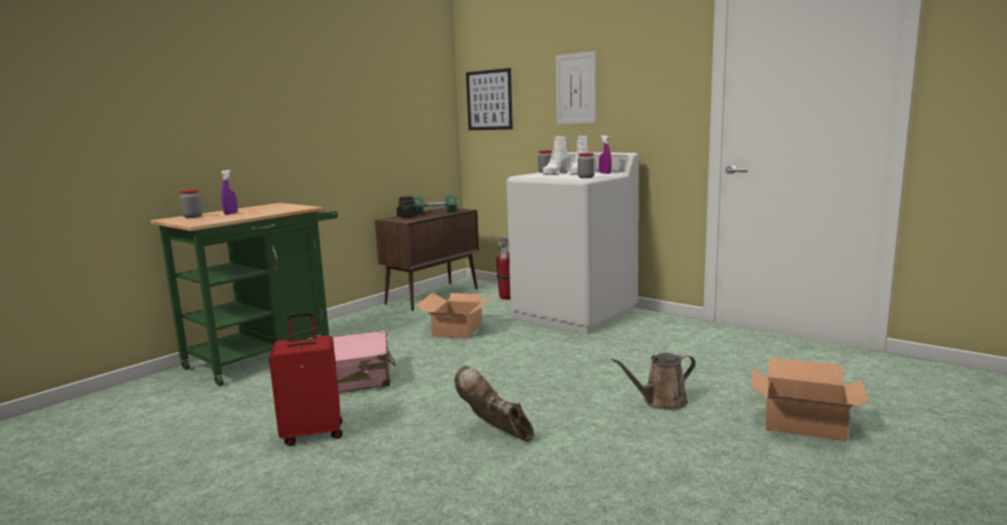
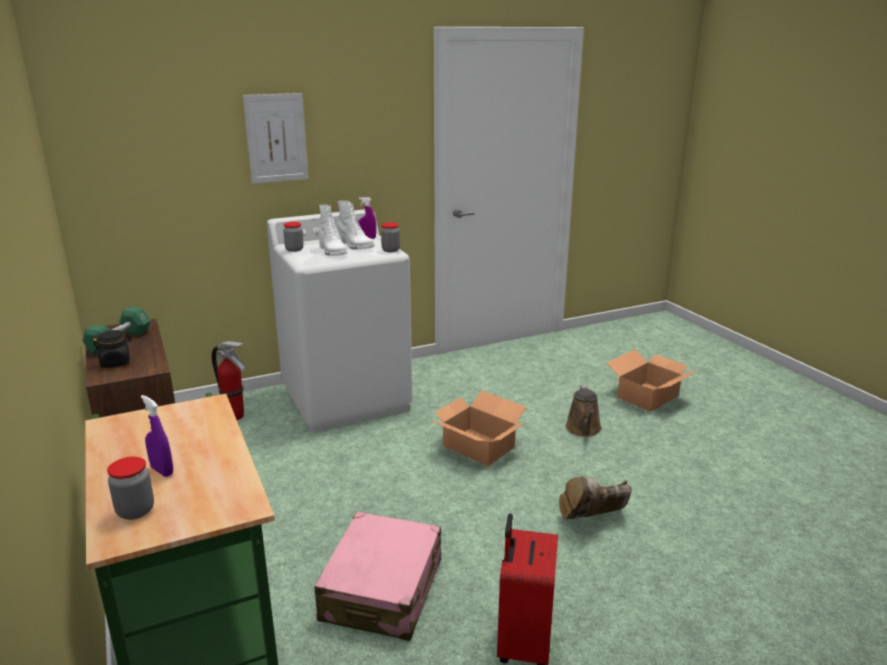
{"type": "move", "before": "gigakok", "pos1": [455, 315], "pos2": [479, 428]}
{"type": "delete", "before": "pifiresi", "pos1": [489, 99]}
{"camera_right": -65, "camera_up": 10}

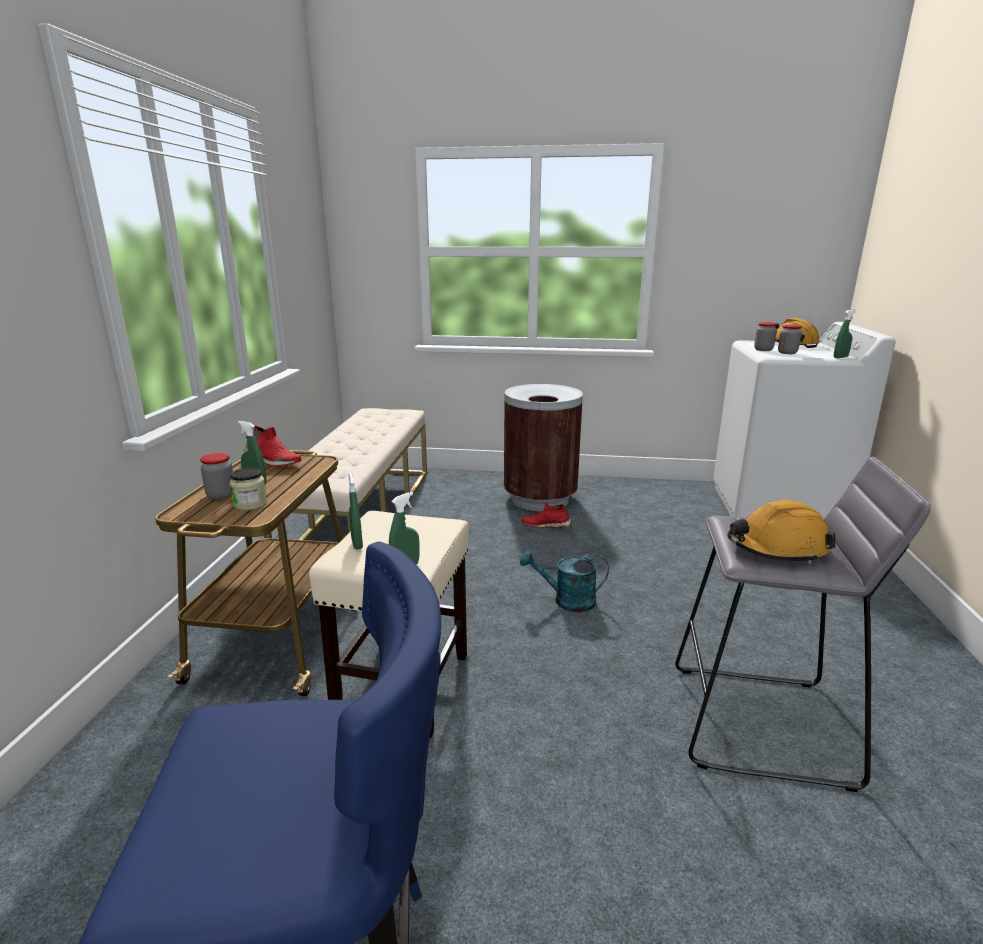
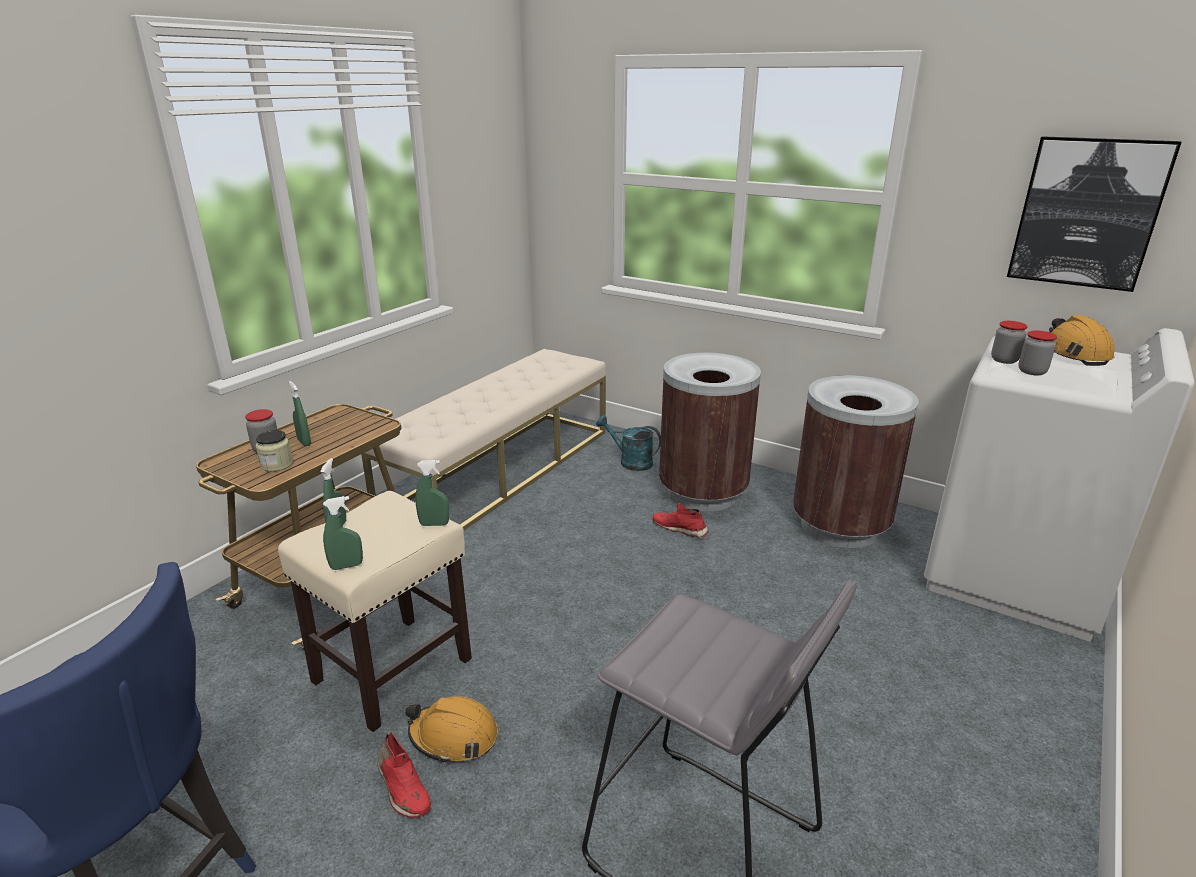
{"type": "move", "before": "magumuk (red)", "pos1": [273, 446], "pos2": [404, 774]}
{"type": "move", "before": "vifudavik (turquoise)", "pos1": [564, 581], "pos2": [628, 443]}
{"type": "move", "before": "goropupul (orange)", "pos1": [781, 532], "pos2": [451, 730]}
{"type": "move", "before": "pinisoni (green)", "pos1": [845, 333], "pos2": [432, 493]}
{"type": "insert", "after": "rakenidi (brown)", "pos2": [856, 461]}
{"type": "insert", "after": "pifiresi", "pos2": [1094, 214]}
{"camera_right": 25, "camera_up": 5}

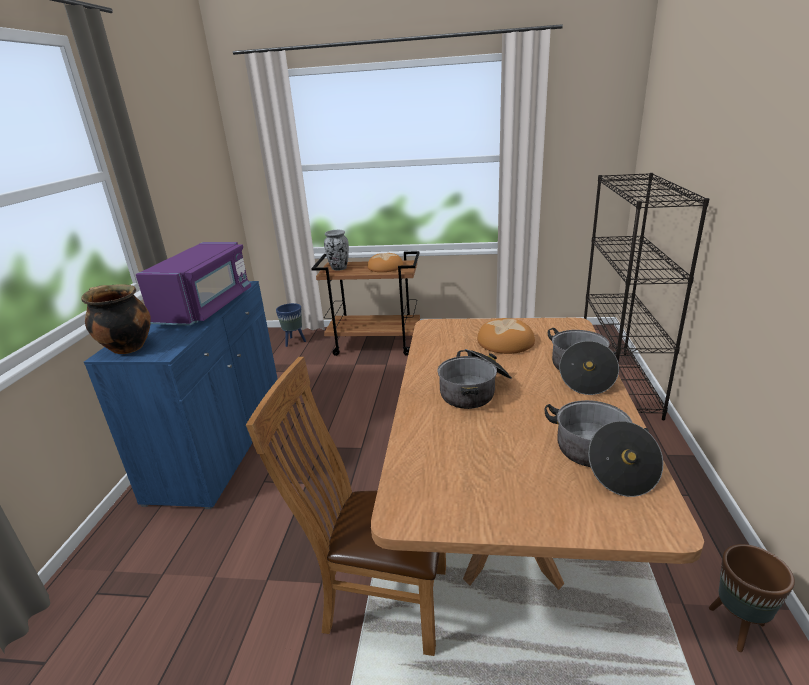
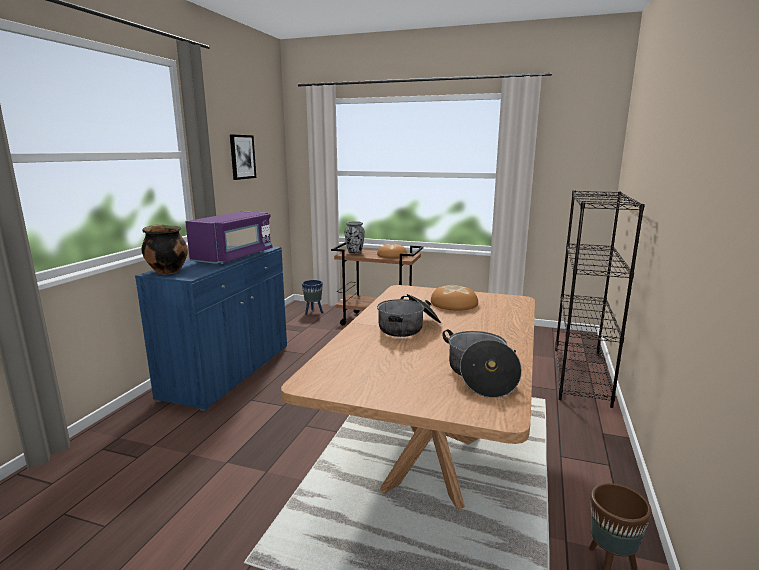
{"type": "delete", "before": "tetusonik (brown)", "pos1": [346, 506]}
{"type": "delete", "before": "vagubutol", "pos1": [583, 361]}
{"type": "insert", "after": "pifiresi", "pos2": [243, 157]}
{"camera_right": 10, "camera_up": -10}

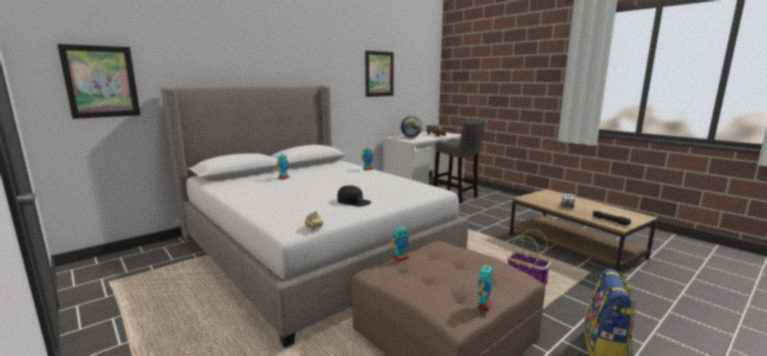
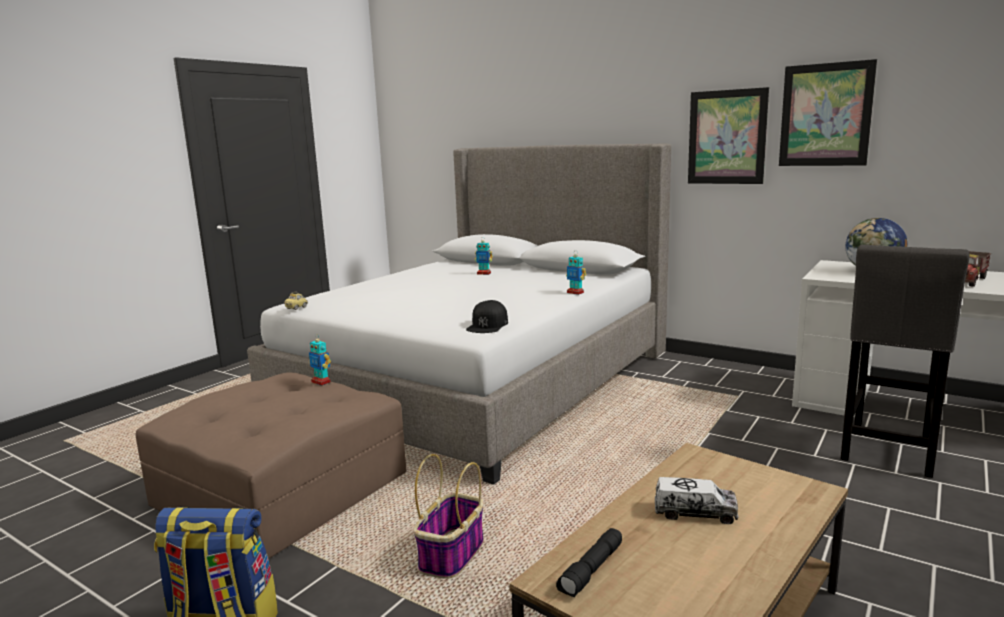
{"type": "move", "before": "pifiresi", "pos1": [98, 81], "pos2": [728, 135]}
{"type": "move", "before": "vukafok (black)", "pos1": [354, 196], "pos2": [487, 316]}
{"type": "delete", "before": "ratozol", "pos1": [485, 287]}
{"camera_right": 75, "camera_up": 0}

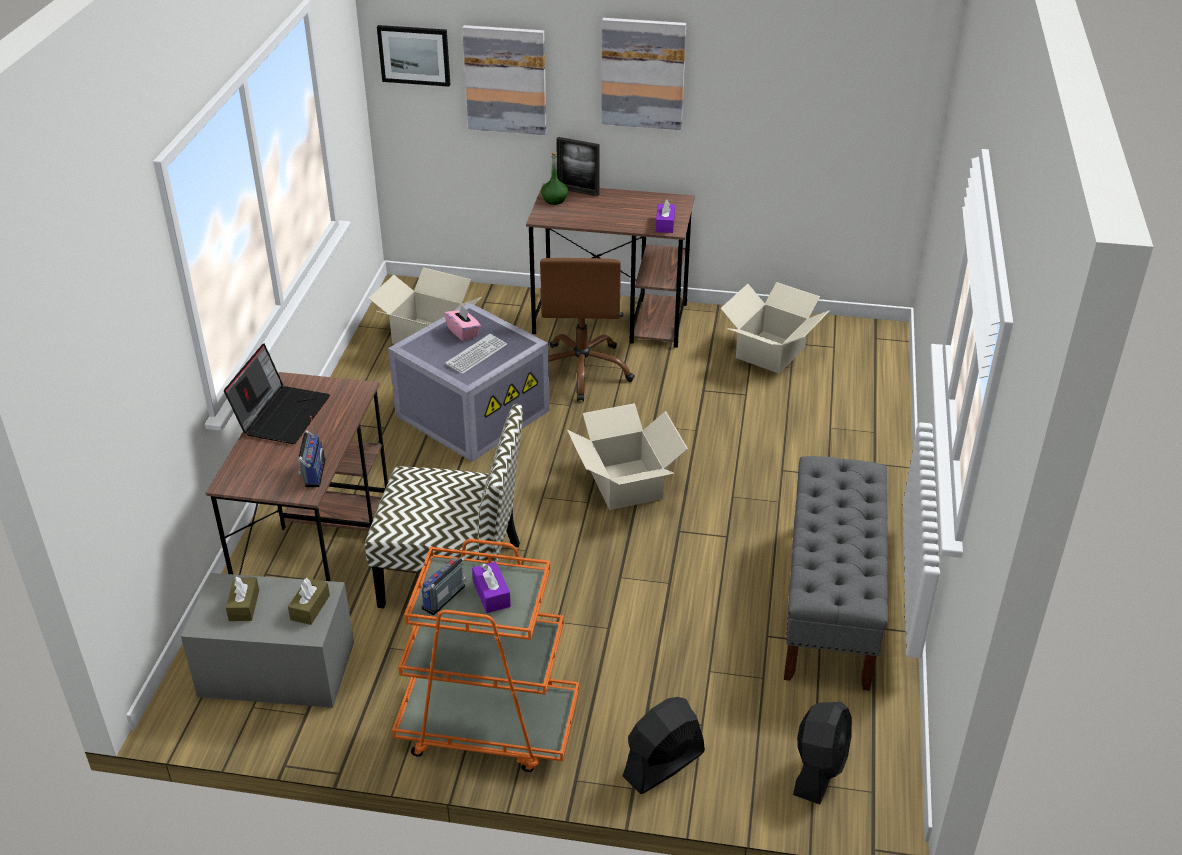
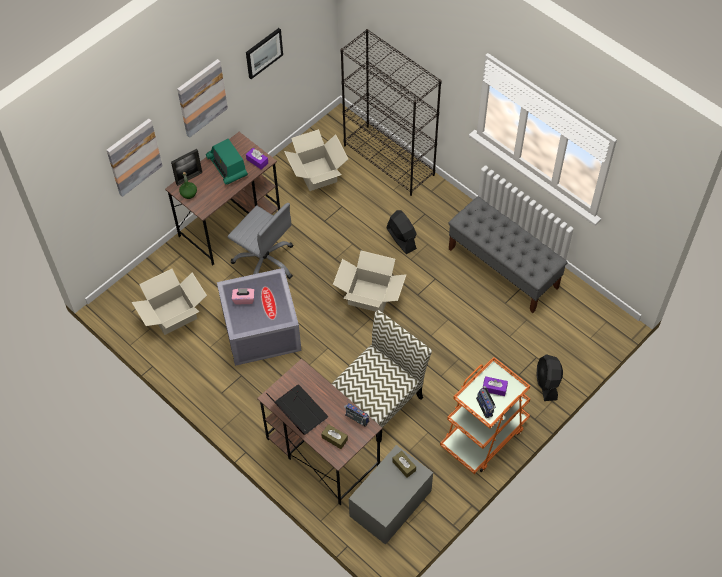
{"type": "move", "before": "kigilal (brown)", "pos1": [242, 599], "pos2": [334, 436]}
{"type": "move", "before": "pifiresi", "pos1": [414, 56], "pos2": [264, 53]}
{"type": "delete", "before": "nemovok", "pos1": [476, 354]}
{"type": "recolor", "before": "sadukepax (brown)", "after": "sadukepax (grey)", "pos1": [587, 330], "pos2": [260, 241]}
{"type": "move", "before": "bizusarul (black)", "pos1": [822, 753], "pos2": [402, 232]}
{"type": "insert", "after": "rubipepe", "pos2": [227, 162]}
{"type": "insert", "after": "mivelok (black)", "pos2": [391, 112]}
{"camera_right": -55, "camera_up": 20}

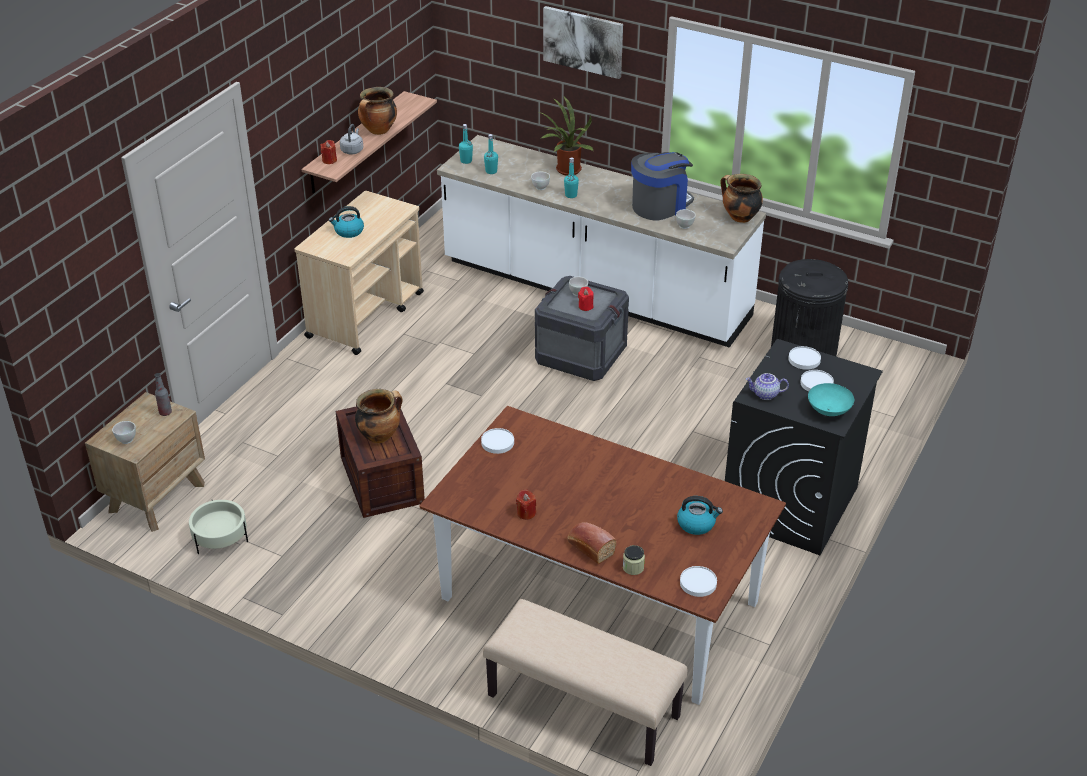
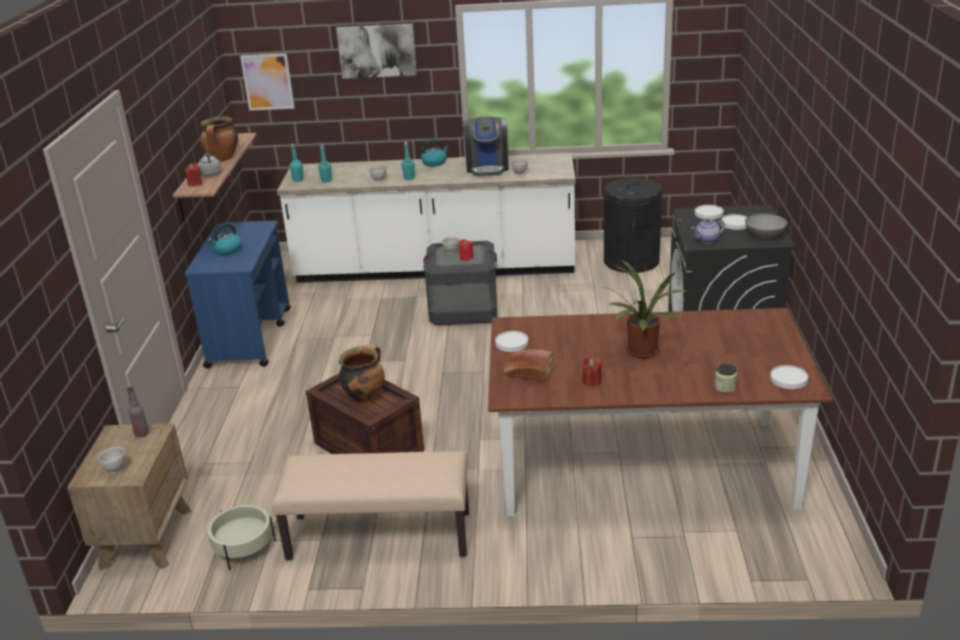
{"type": "recolor", "before": "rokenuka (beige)", "after": "rokenuka (blue)", "pos1": [359, 273], "pos2": [238, 294]}
{"type": "move", "before": "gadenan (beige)", "pos1": [585, 682], "pos2": [370, 505]}
{"type": "move", "before": "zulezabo", "pos1": [565, 136], "pos2": [646, 309]}
{"type": "move", "before": "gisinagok", "pos1": [592, 543], "pos2": [529, 365]}
{"type": "rotate", "before": "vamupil", "pos1": [662, 186], "pos2": [485, 146], "turn": 150}
{"type": "move", "before": "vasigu", "pos1": [700, 515], "pos2": [435, 153]}
{"type": "delete", "before": "vagubutol", "pos1": [741, 198]}
{"type": "recolor", "before": "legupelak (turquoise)", "after": "legupelak (grey)", "pos1": [831, 399], "pos2": [766, 226]}
{"type": "insert", "after": "pifiresi", "pos2": [267, 82]}
{"camera_right": -25, "camera_up": -10}

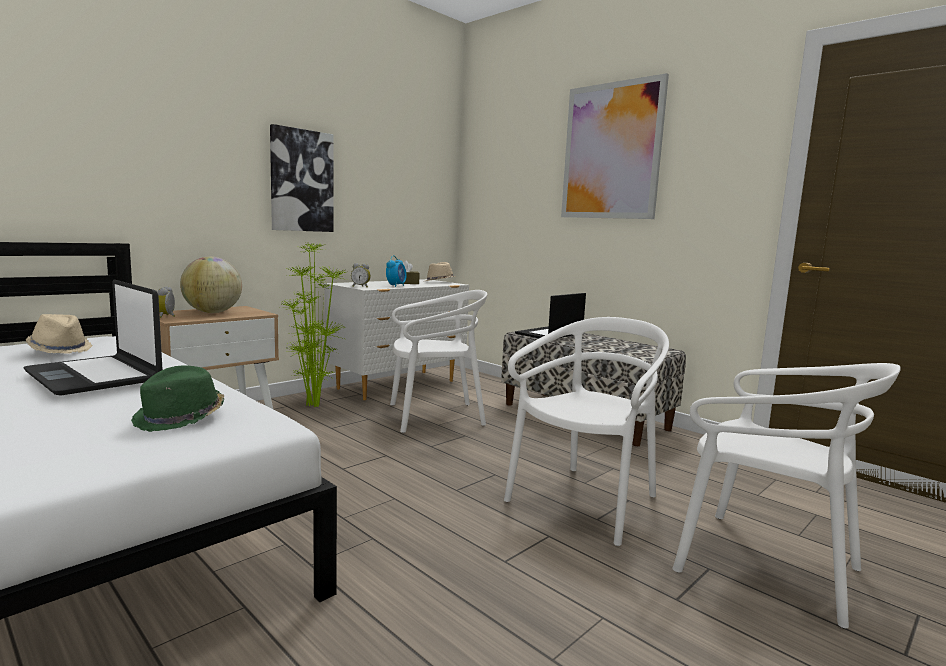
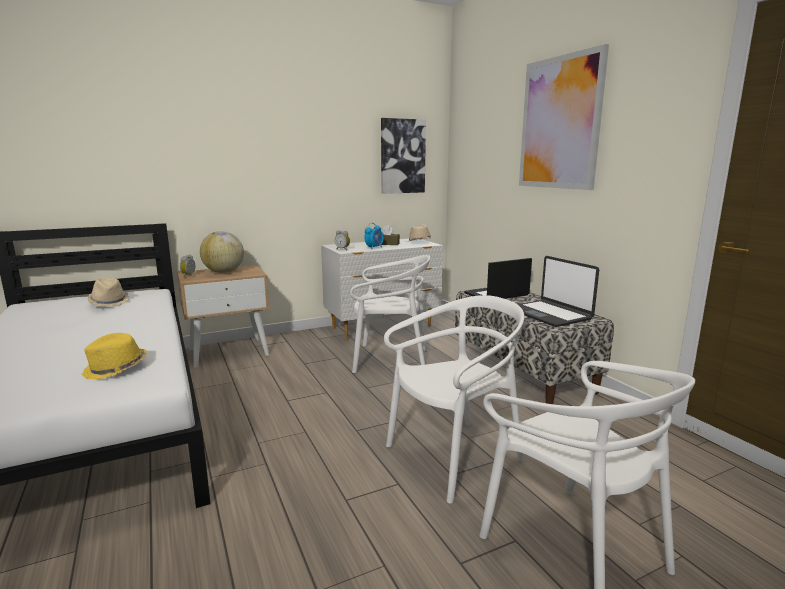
{"type": "move", "before": "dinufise", "pos1": [93, 337], "pos2": [558, 291]}
{"type": "recolor", "before": "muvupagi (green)", "after": "muvupagi (yellow)", "pos1": [177, 398], "pos2": [114, 356]}
{"type": "move", "before": "pifiresi", "pos1": [302, 178], "pos2": [403, 156]}
{"type": "delete", "before": "zulezabo", "pos1": [313, 325]}
{"camera_right": 20, "camera_up": 5}

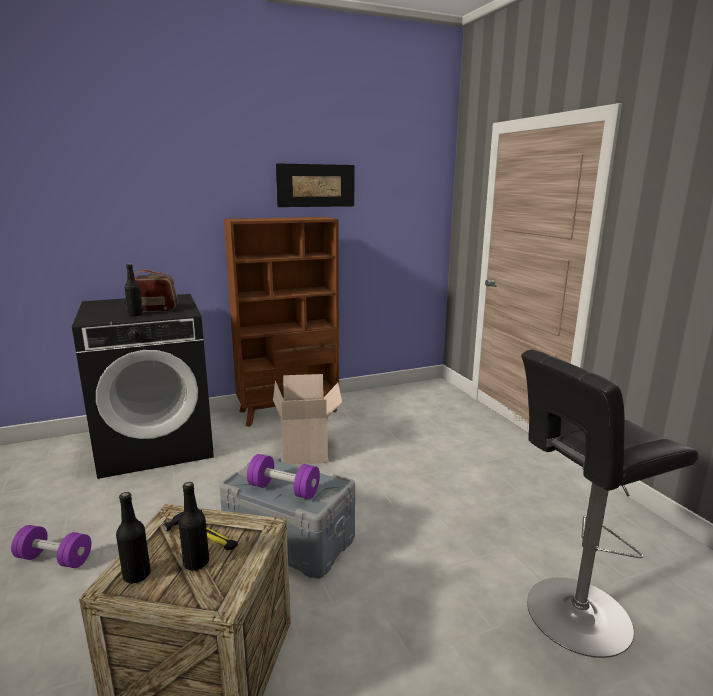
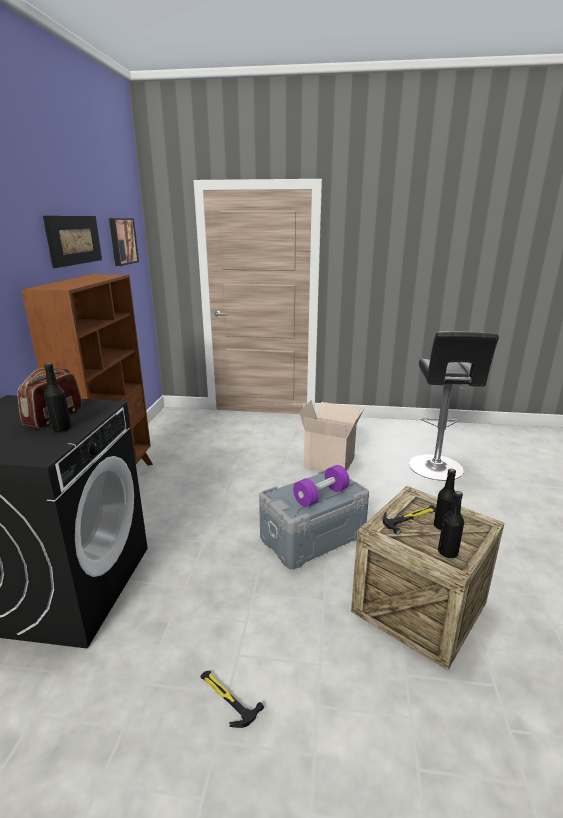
{"type": "replace", "before": "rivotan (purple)", "after": "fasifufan", "pos1": [51, 546], "pos2": [232, 699]}
{"type": "move", "before": "gigakok", "pos1": [307, 419], "pos2": [331, 435]}
{"type": "insert", "after": "pifiresi", "pos2": [124, 242]}
{"camera_right": -60, "camera_up": 5}

